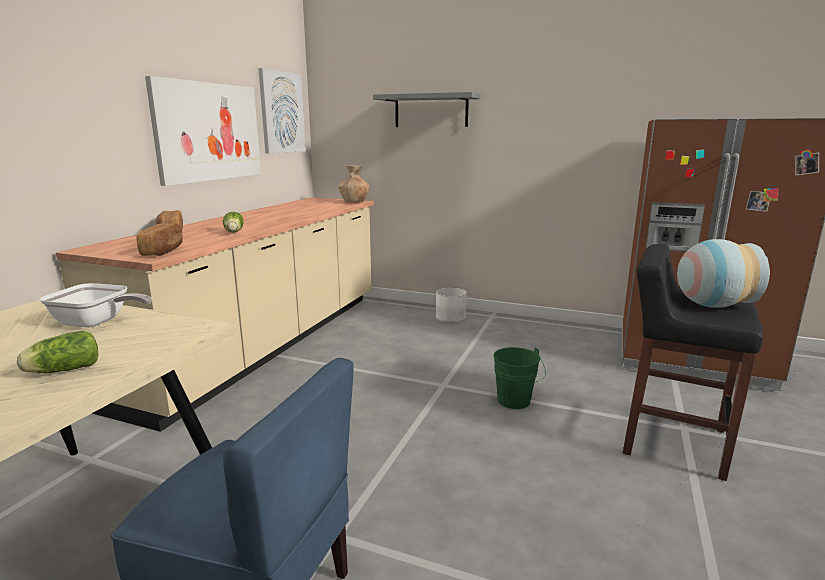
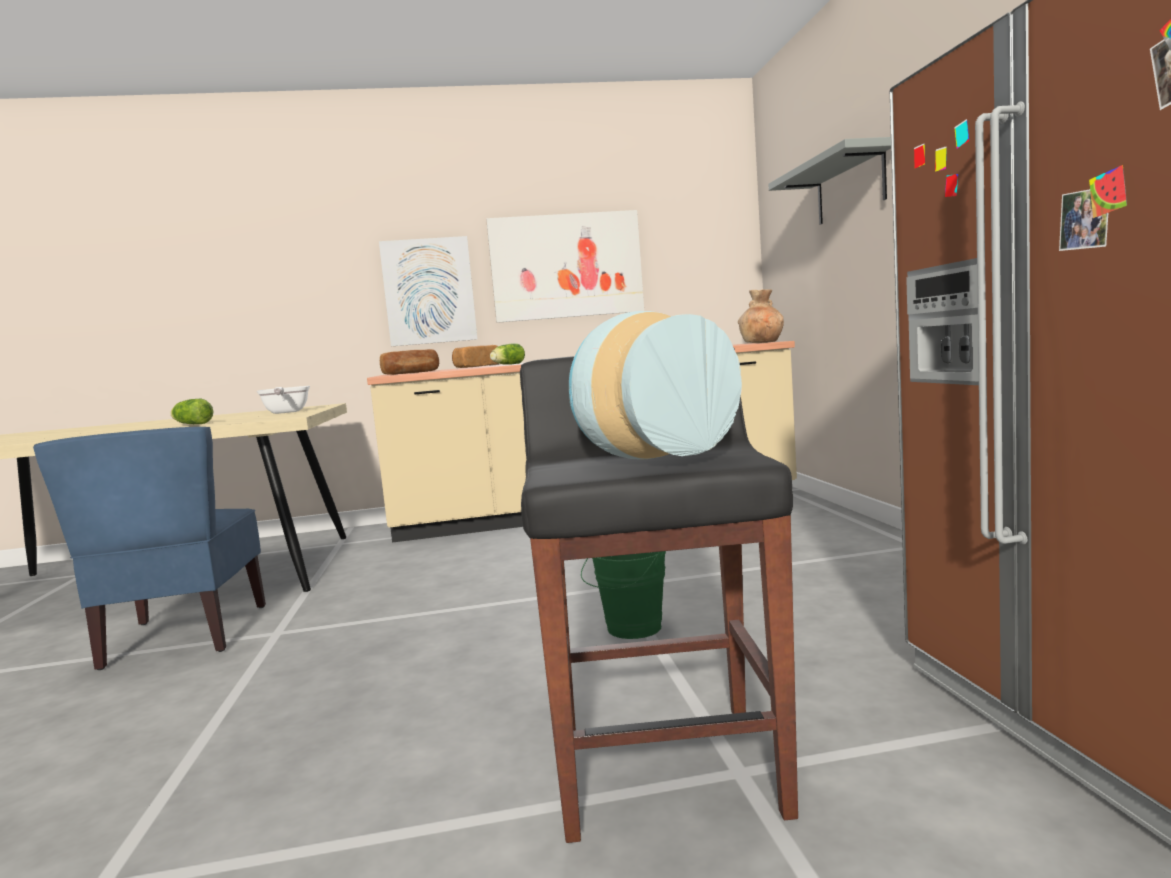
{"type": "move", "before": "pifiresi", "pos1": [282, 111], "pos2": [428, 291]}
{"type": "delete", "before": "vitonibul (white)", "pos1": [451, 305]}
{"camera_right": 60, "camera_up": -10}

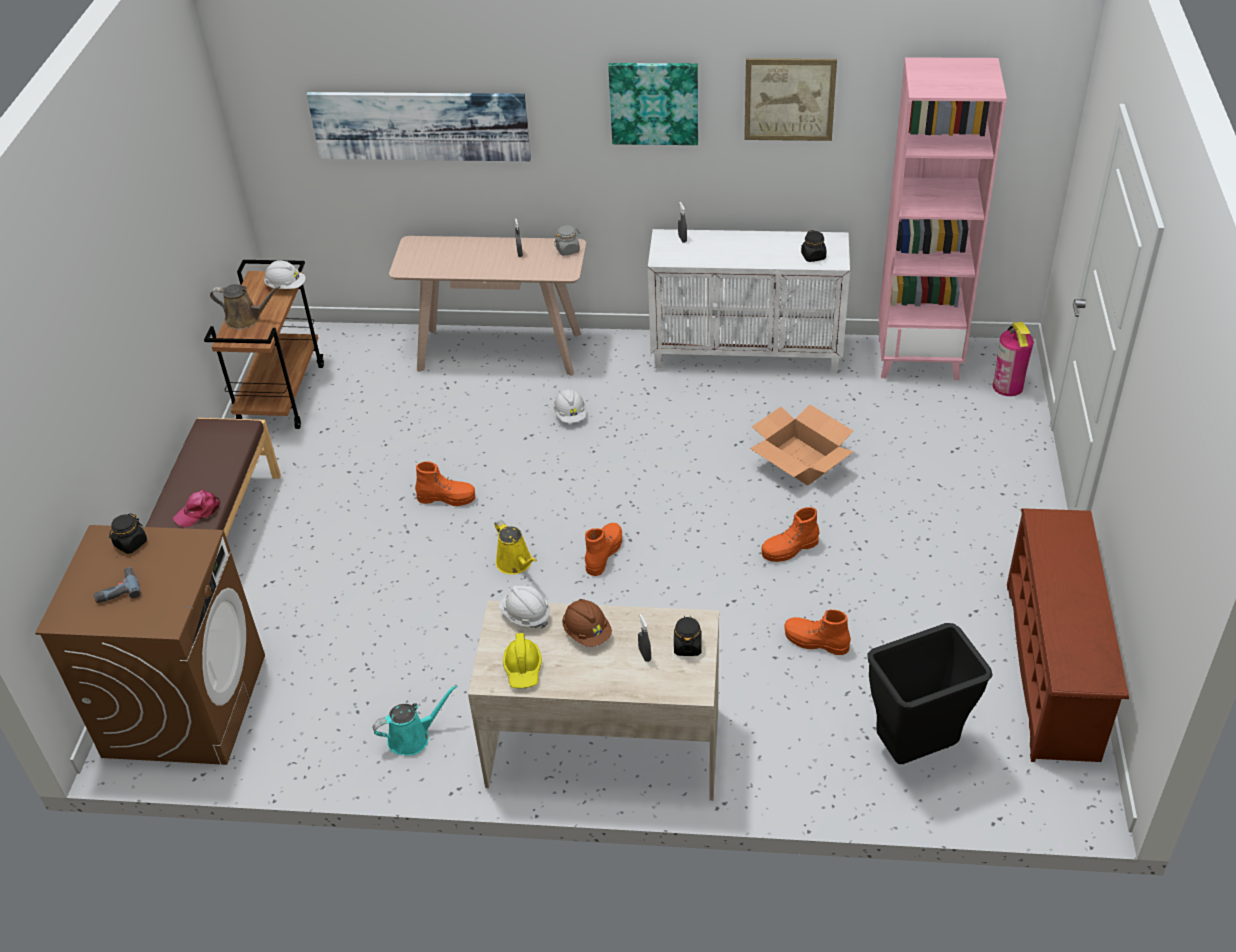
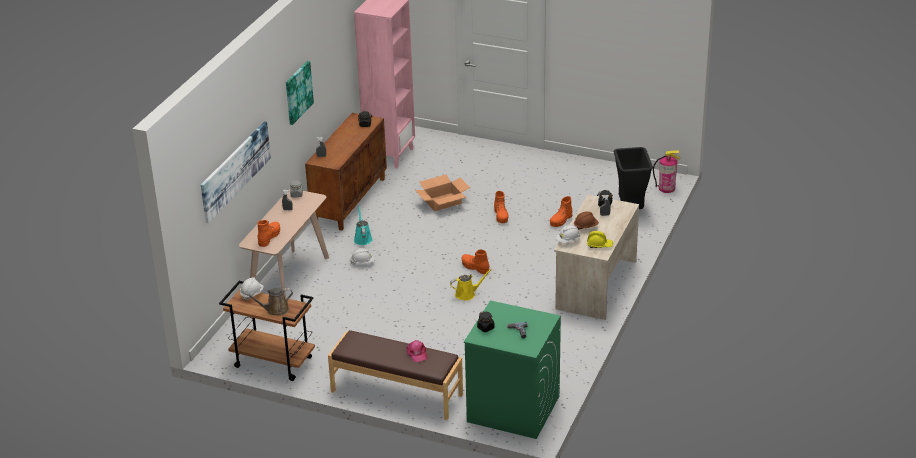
{"type": "recolor", "before": "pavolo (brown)", "after": "pavolo (green)", "pos1": [150, 645], "pos2": [512, 369]}
{"type": "rotate", "before": "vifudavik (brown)", "pos1": [245, 307], "pos2": [269, 302], "turn": -135}
{"type": "move", "before": "vifudavik (turquoise)", "pos1": [415, 720], "pos2": [363, 225]}
{"type": "move", "before": "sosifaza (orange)", "pos1": [445, 483], "pos2": [268, 233]}
{"type": "recolor", "before": "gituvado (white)", "after": "gituvado (brown)", "pos1": [749, 301], "pos2": [346, 172]}
{"type": "delete", "before": "pifiresi", "pos1": [790, 99]}
{"type": "move", "before": "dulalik", "pos1": [1013, 359], "pos2": [666, 171]}
{"type": "delete", "before": "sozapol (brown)", "pos1": [1068, 635]}
{"camera_right": -75, "camera_up": -10}

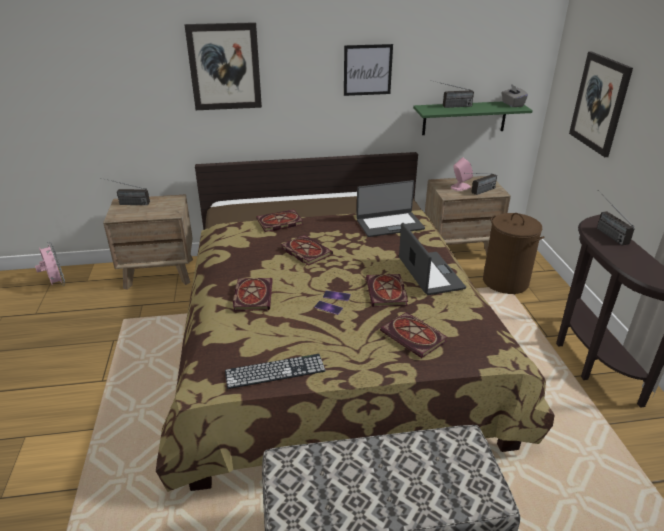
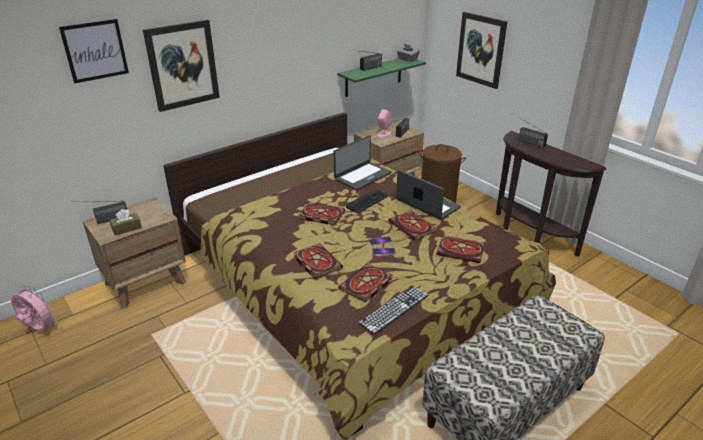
{"type": "move", "before": "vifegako", "pos1": [280, 220], "pos2": [365, 282]}
{"type": "move", "before": "pifiresi", "pos1": [368, 70], "pos2": [94, 51]}
{"type": "insert", "after": "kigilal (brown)", "pos2": [126, 222]}
{"type": "insert", "after": "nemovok", "pos2": [367, 201]}
{"camera_right": -30, "camera_up": 0}

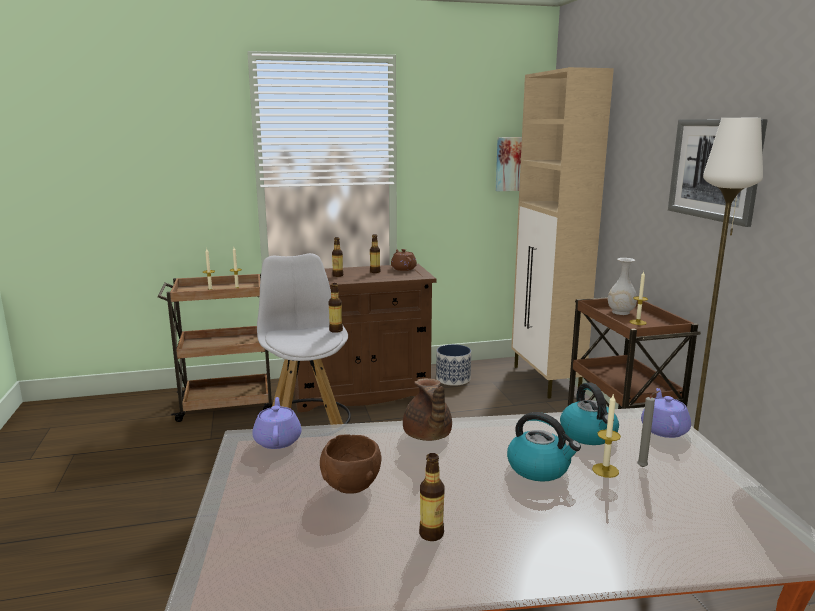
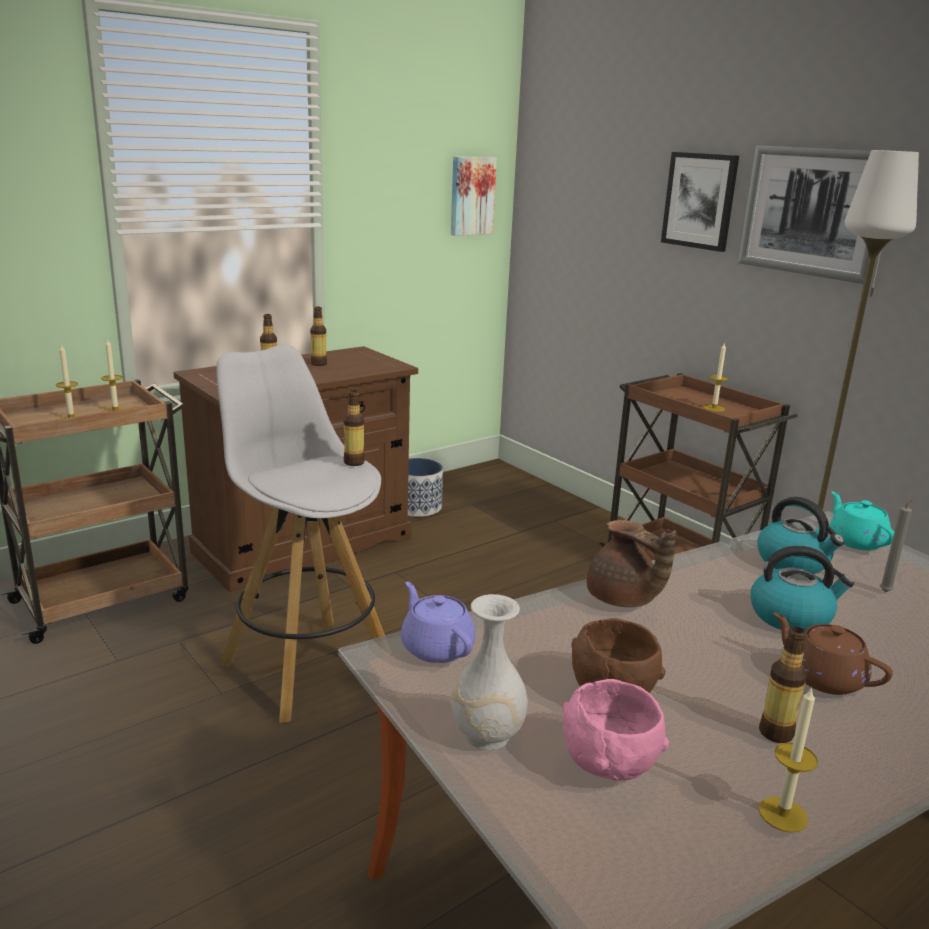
{"type": "move", "before": "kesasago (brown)", "pos1": [404, 260], "pos2": [833, 653]}
{"type": "delete", "before": "gituvado (beige)", "pos1": [562, 232]}
{"type": "move", "before": "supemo", "pos1": [606, 435], "pos2": [788, 760]}
{"type": "move", "before": "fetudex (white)", "pos1": [622, 286], "pos2": [489, 672]}
{"type": "recolor", "before": "kesasago (purple)", "after": "kesasago (turquoise)", "pos1": [666, 413], "pos2": [862, 520]}
{"type": "insert", "after": "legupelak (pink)", "pos2": [615, 730]}
{"type": "insert", "after": "pifiresi", "pos2": [700, 202]}
{"camera_right": -25, "camera_up": 5}

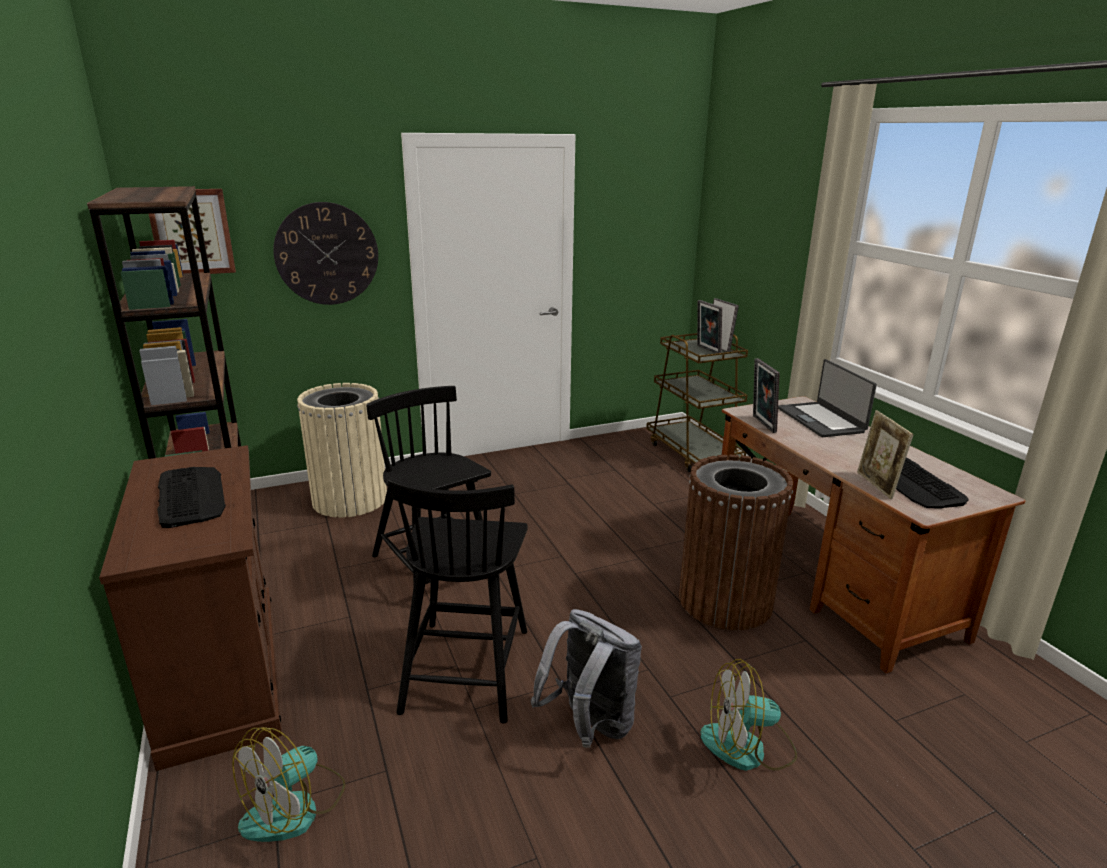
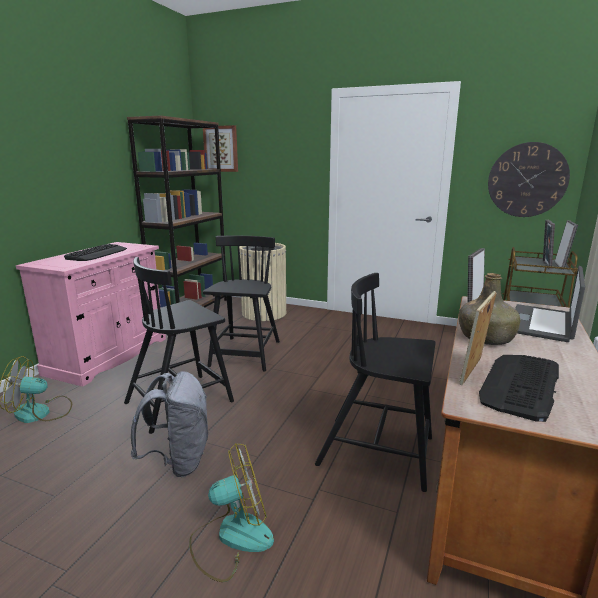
{"type": "recolor", "before": "gituvado (brown)", "after": "gituvado (pink)", "pos1": [190, 608], "pos2": [91, 314]}
{"type": "move", "before": "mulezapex", "pos1": [325, 253], "pos2": [529, 179]}
{"type": "replace", "before": "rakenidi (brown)", "after": "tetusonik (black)", "pos1": [736, 542], "pos2": [375, 382]}
{"type": "rotate", "before": "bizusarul", "pos1": [748, 715], "pos2": [231, 512], "turn": 120}
{"type": "insert", "after": "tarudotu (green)", "pos2": [489, 309]}
{"camera_right": 45, "camera_up": -5}

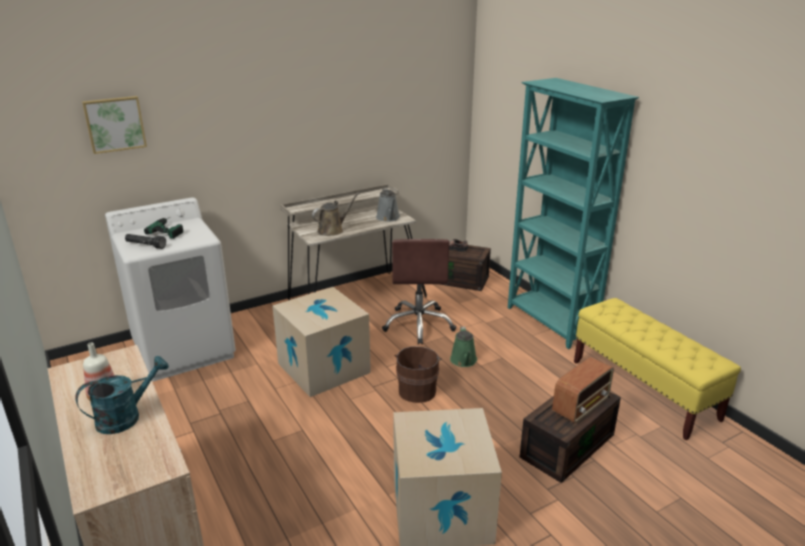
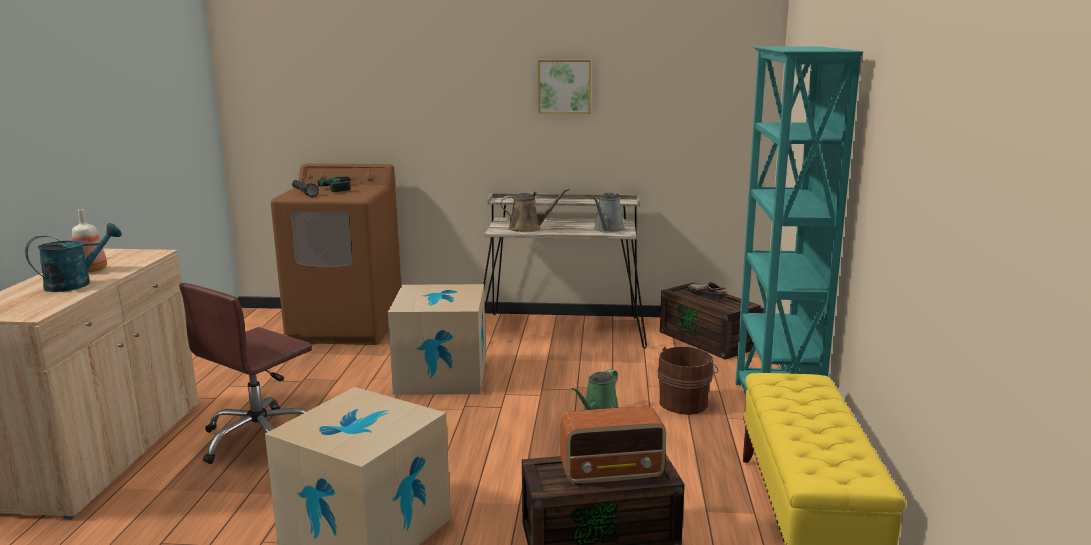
{"type": "rotate", "before": "vifudavik (turquoise)", "pos1": [122, 395], "pos2": [73, 257], "turn": -45}
{"type": "move", "before": "pifiresi", "pos1": [114, 125], "pos2": [564, 87]}
{"type": "recolor", "before": "pavolo (white)", "after": "pavolo (brown)", "pos1": [170, 289], "pos2": [336, 254]}
{"type": "move", "before": "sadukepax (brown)", "pos1": [419, 292], "pos2": [245, 373]}
{"type": "move", "before": "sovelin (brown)", "pos1": [418, 374], "pos2": [688, 380]}
{"camera_right": 35, "camera_up": -10}

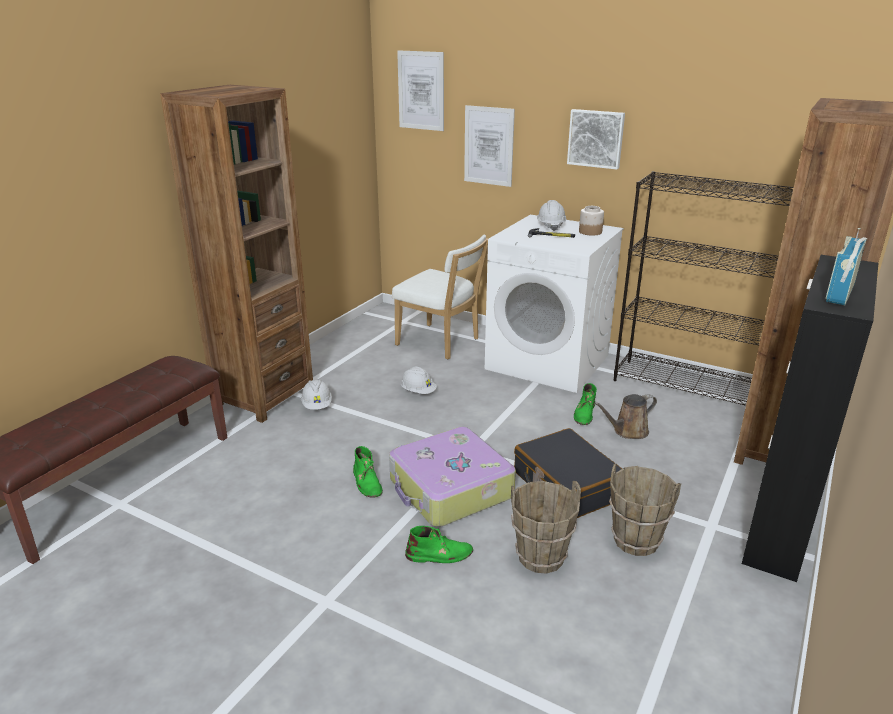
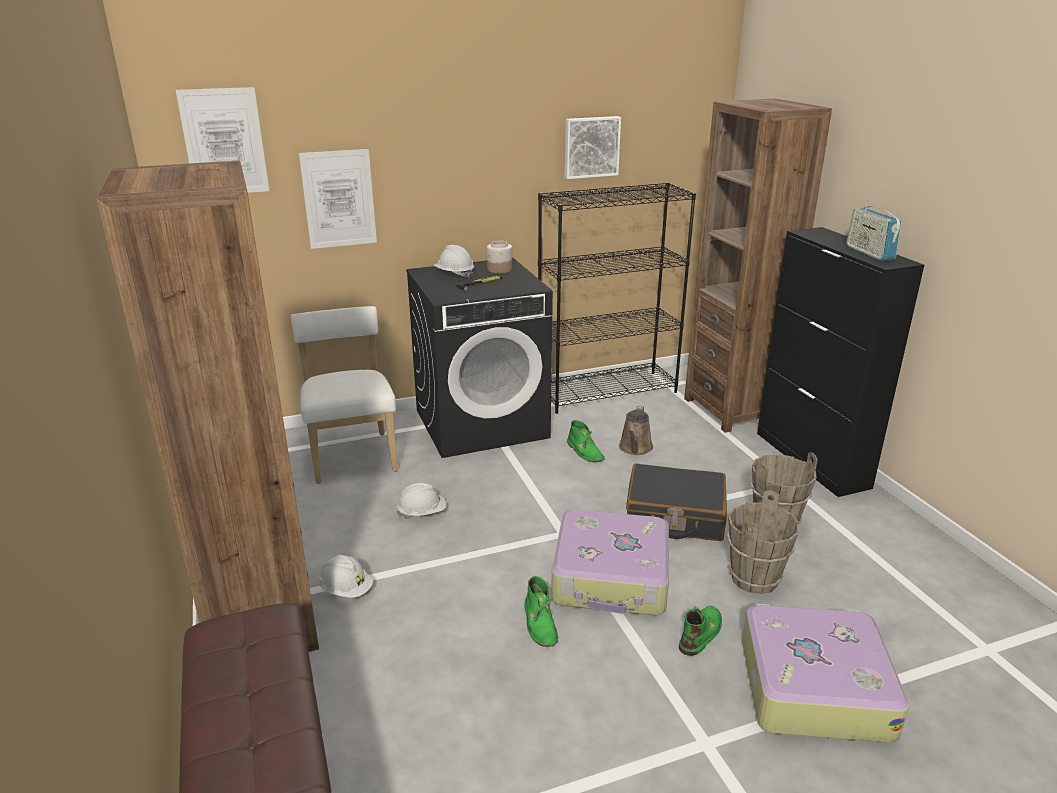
{"type": "rotate", "before": "sosifaza (green)", "pos1": [368, 472], "pos2": [541, 611], "turn": 60}
{"type": "rotate", "before": "tetusonik (white)", "pos1": [440, 297], "pos2": [344, 395], "turn": -90}
{"type": "recolor", "before": "pavolo (white)", "after": "pavolo (black)", "pos1": [554, 304], "pos2": [479, 358]}
{"type": "move", "before": "pifiresi", "pos1": [596, 139], "pos2": [593, 147]}
{"type": "insert", "after": "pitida", "pos2": [825, 673]}
{"camera_right": -50, "camera_up": 0}

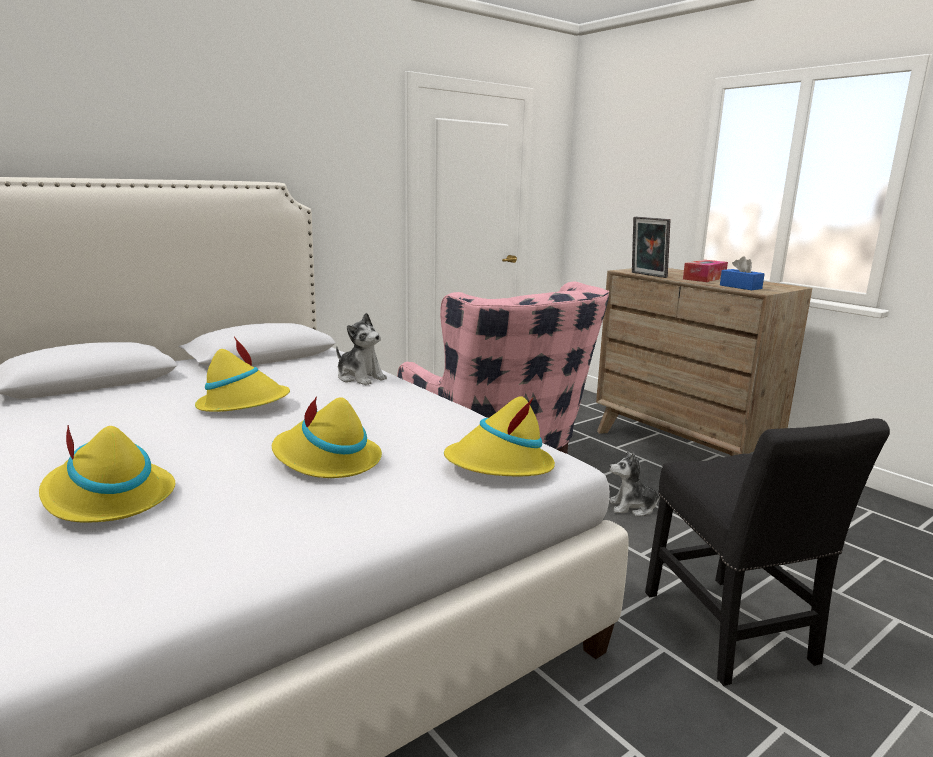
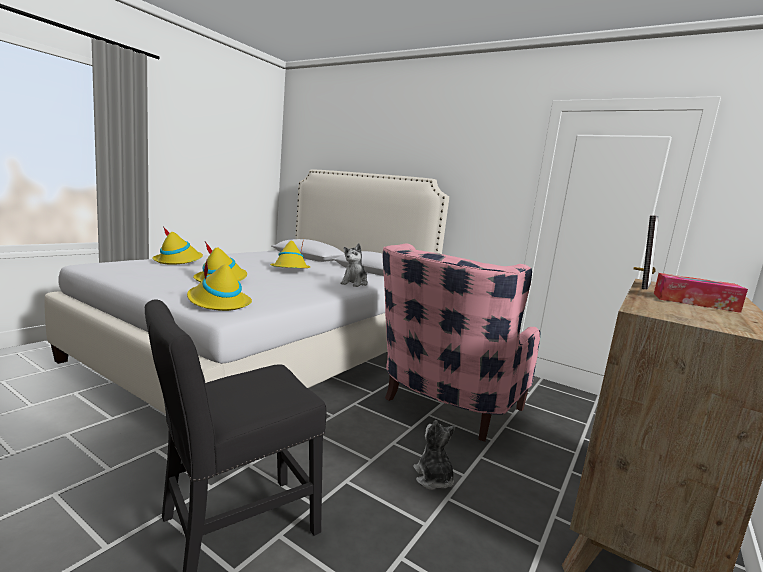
{"type": "delete", "before": "kigilal (blue)", "pos1": [742, 273]}
{"camera_right": 70, "camera_up": -5}

